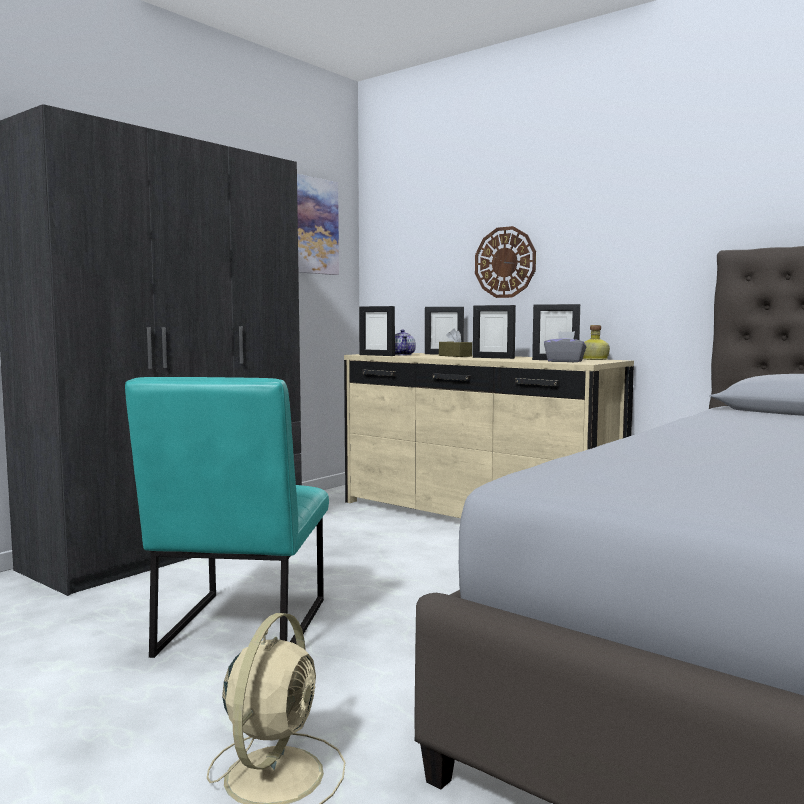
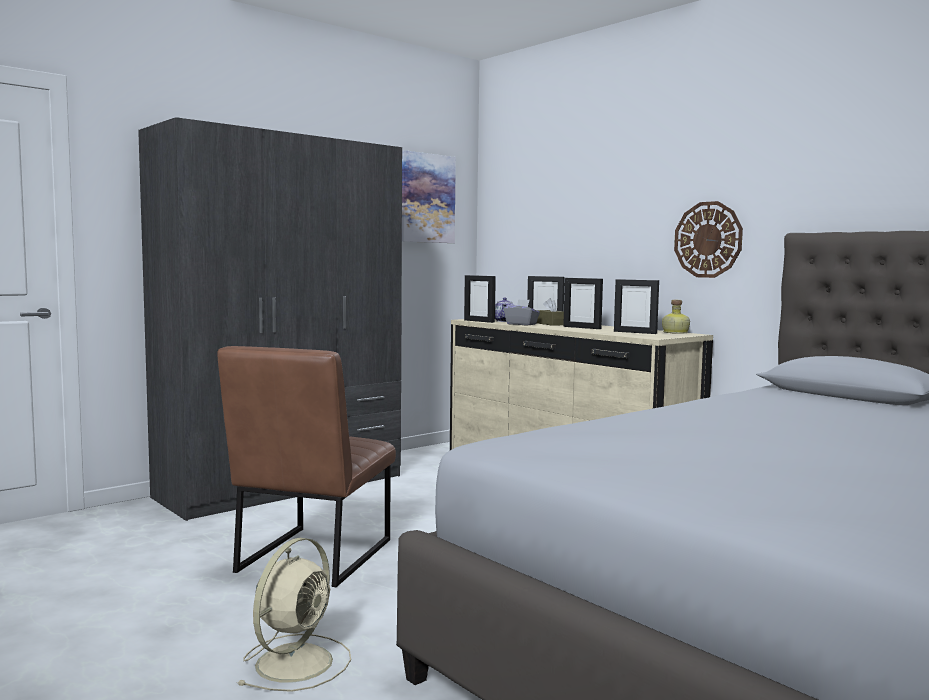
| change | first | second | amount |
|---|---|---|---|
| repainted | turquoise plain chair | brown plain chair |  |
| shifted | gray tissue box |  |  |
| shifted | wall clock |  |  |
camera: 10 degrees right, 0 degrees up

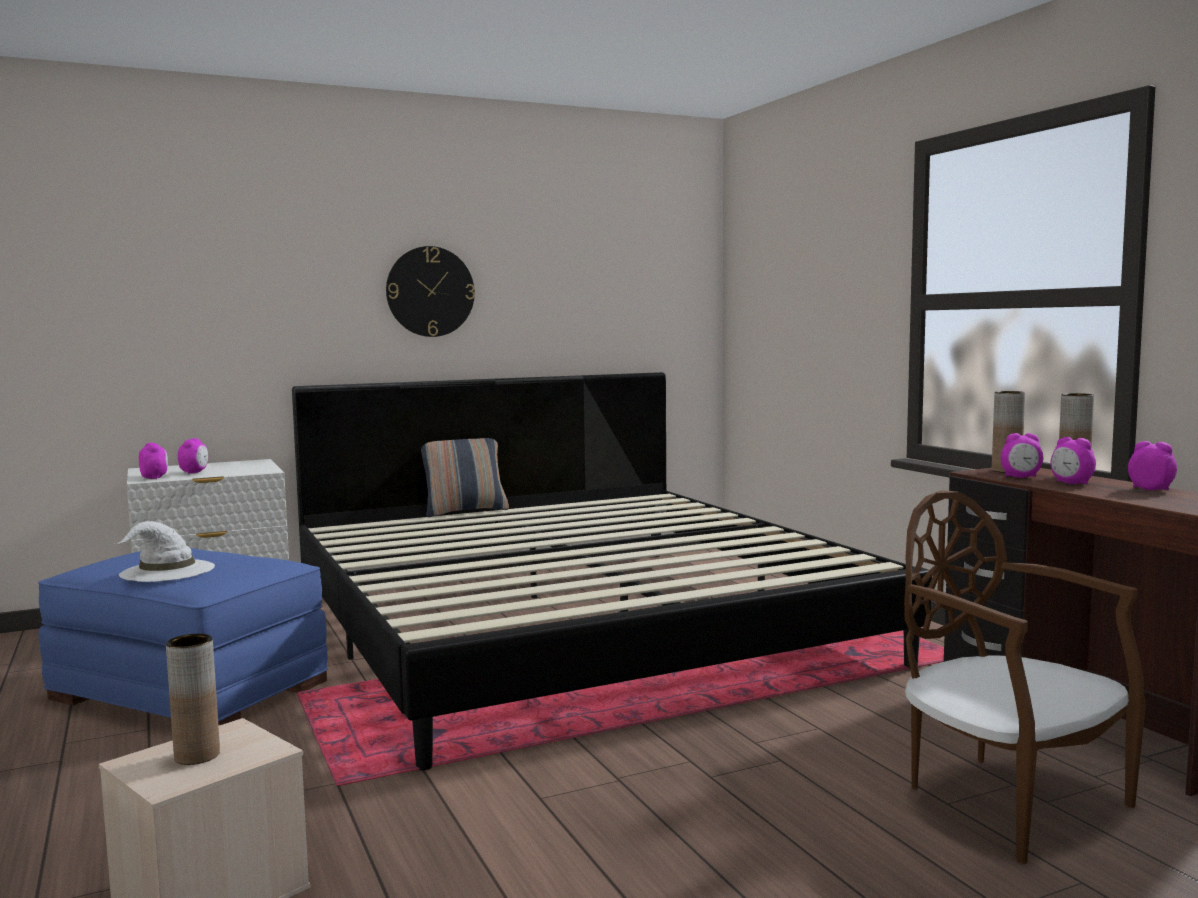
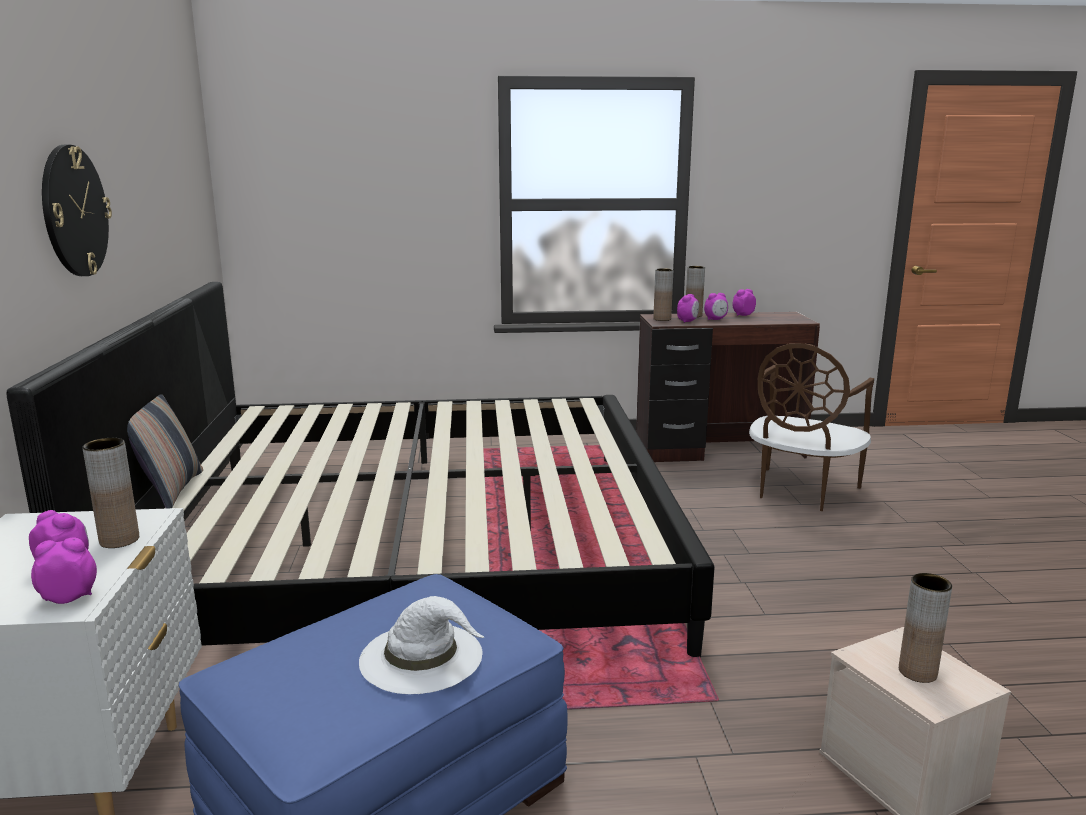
| change | first | second | amount |
|---|---|---|---|
| new |  | brown decorative vase (no. 1 from left) |  |
| rotated | brown plain chair |  | 45 degrees counterclockwise |
camera: 70 degrees left, 10 degrees up

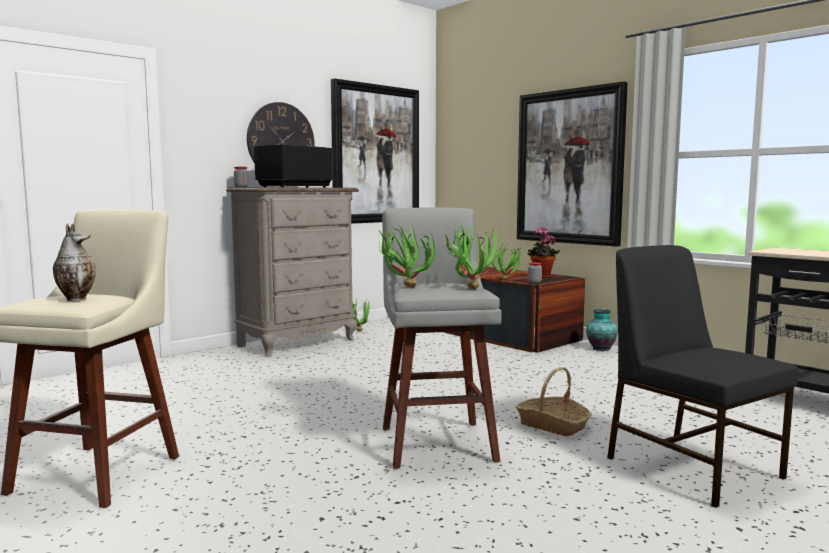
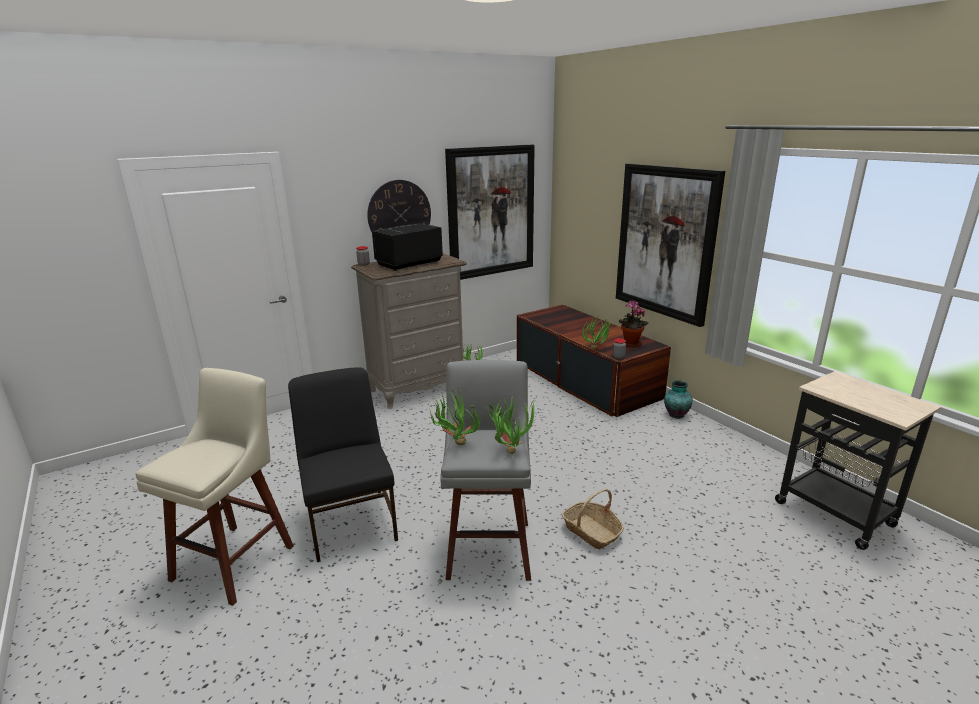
| change | first | second | amount |
|---|---|---|---|
| shifted | black plain chair |  |  |
| gone | decorative vase (no. 1 from left) |  |  |
camera: 10 degrees right, 15 degrees up

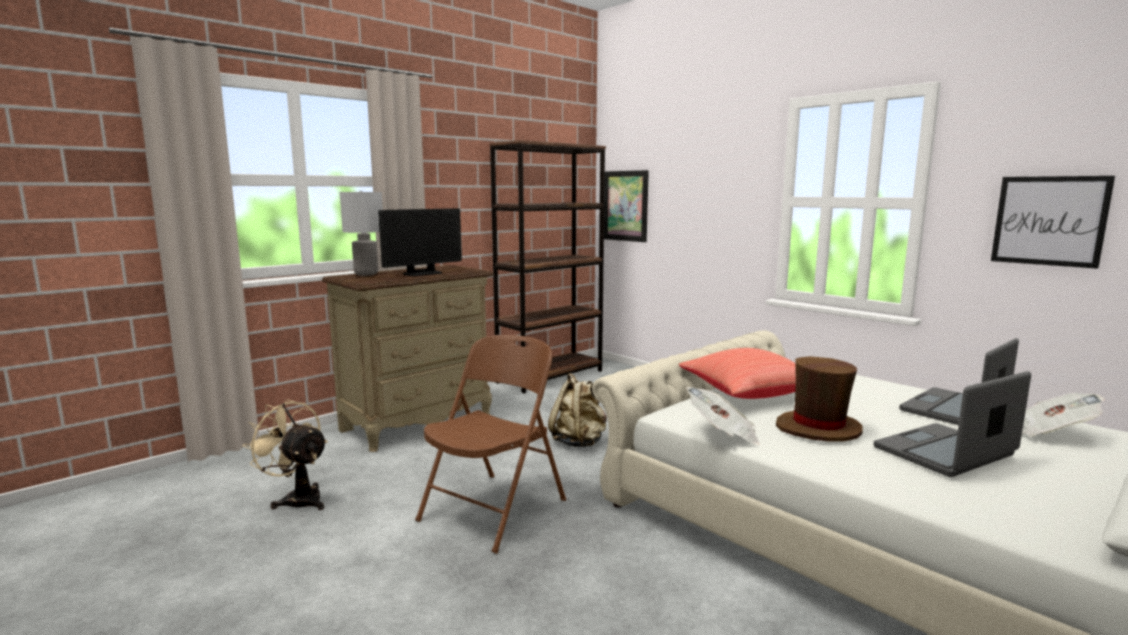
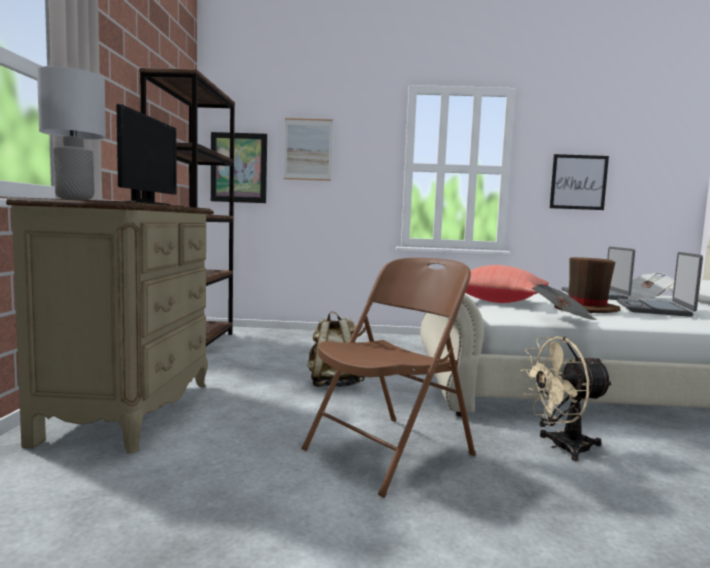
| change | first | second | amount |
|---|---|---|---|
| new |  | wall picture (no. 2 from left) |  |
| rotated | brown plain chair |  | 60 degrees clockwise |
| shifted | beige fan |  |  |
camera: 45 degrees left, 5 degrees down

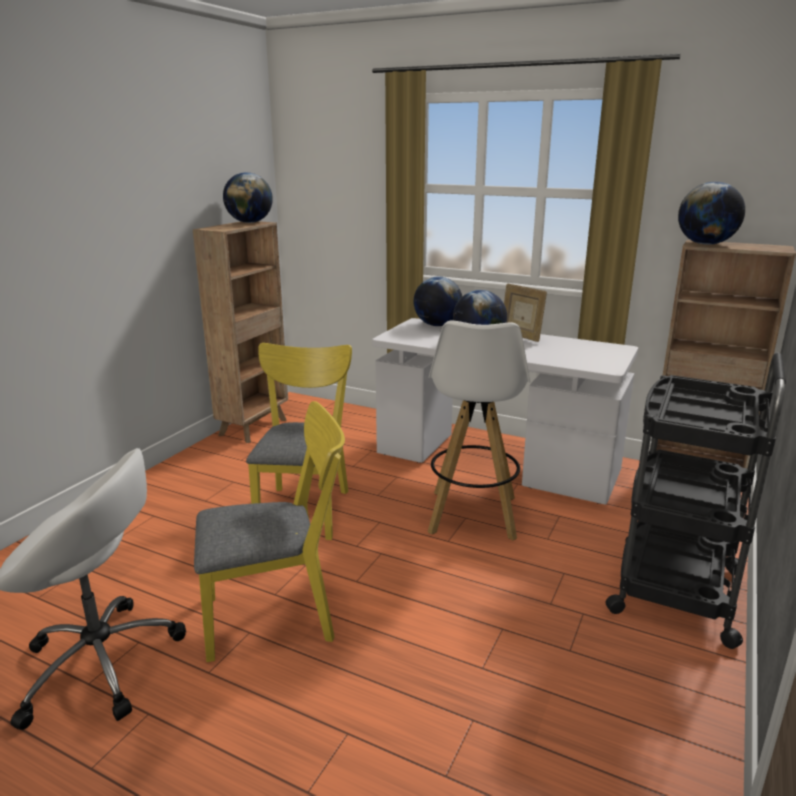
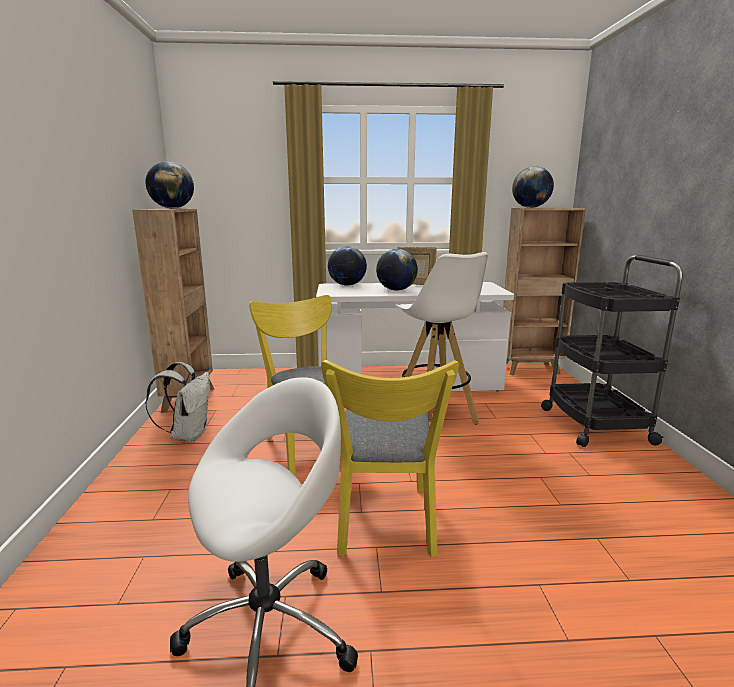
| change | first | second | amount |
|---|---|---|---|
| new |  | whitish backpack |  |
| rotated | yellowish plain chair (no. 1 from left in the first image) | yellowish plain chair (no. 2 from left) | 135 degrees clockwise |
camera: 30 degrees left, 5 degrees down

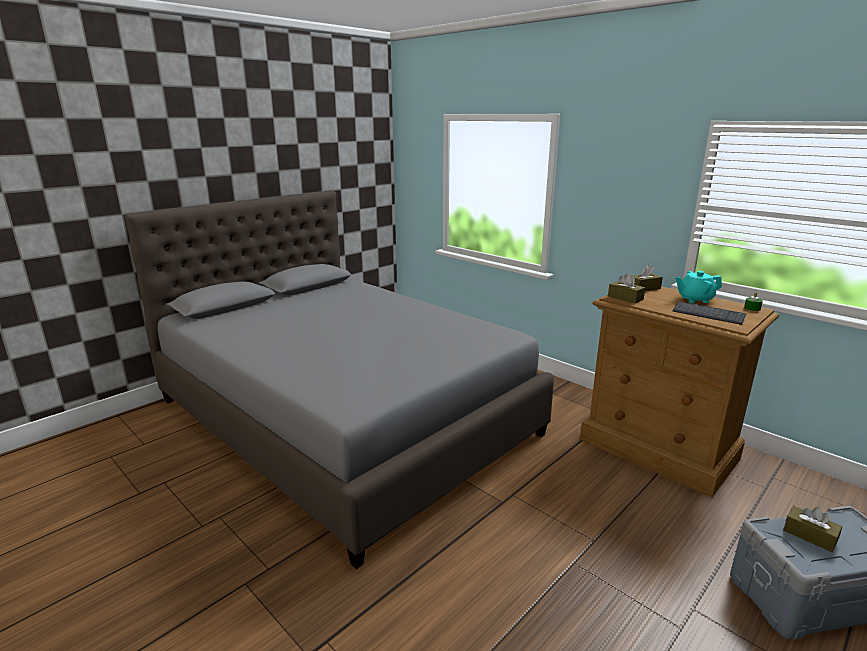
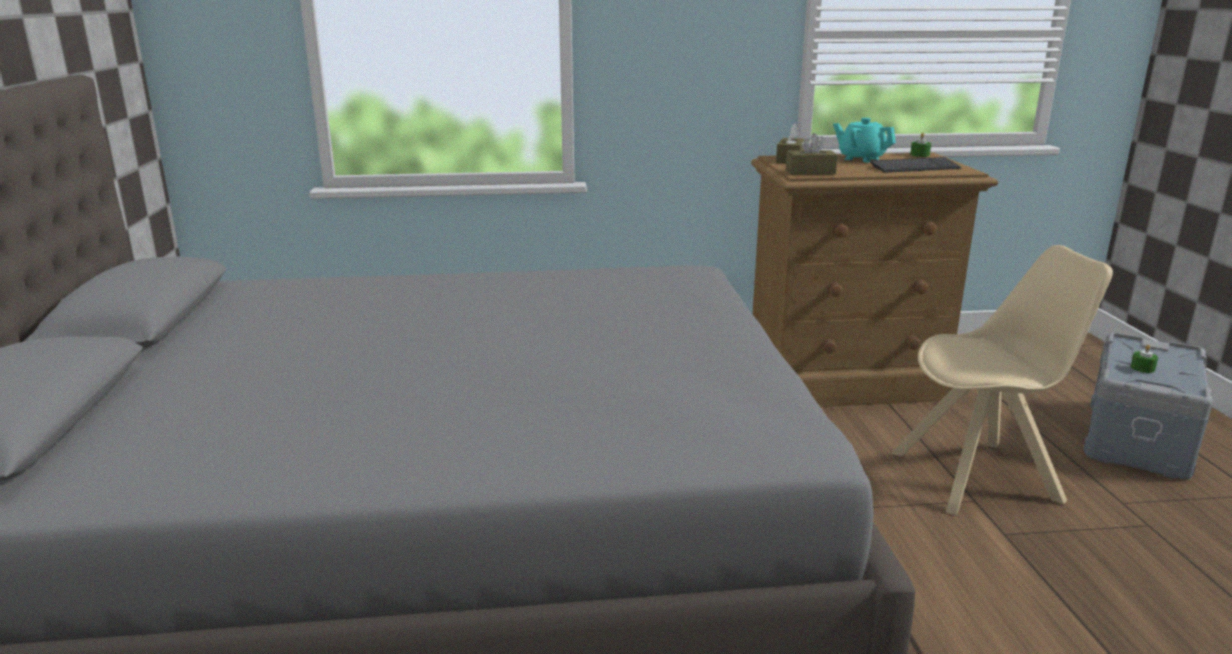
| change | first | second | amount |
|---|---|---|---|
| rotated | turquoise tea pot |  | 90 degrees clockwise |
| new |  | beige plain chair |  |
| swapped | brown tissue box (no. 3 from left) | greenish wax candle (no. 2 from left) |  |
camera: 50 degrees left, 0 degrees up

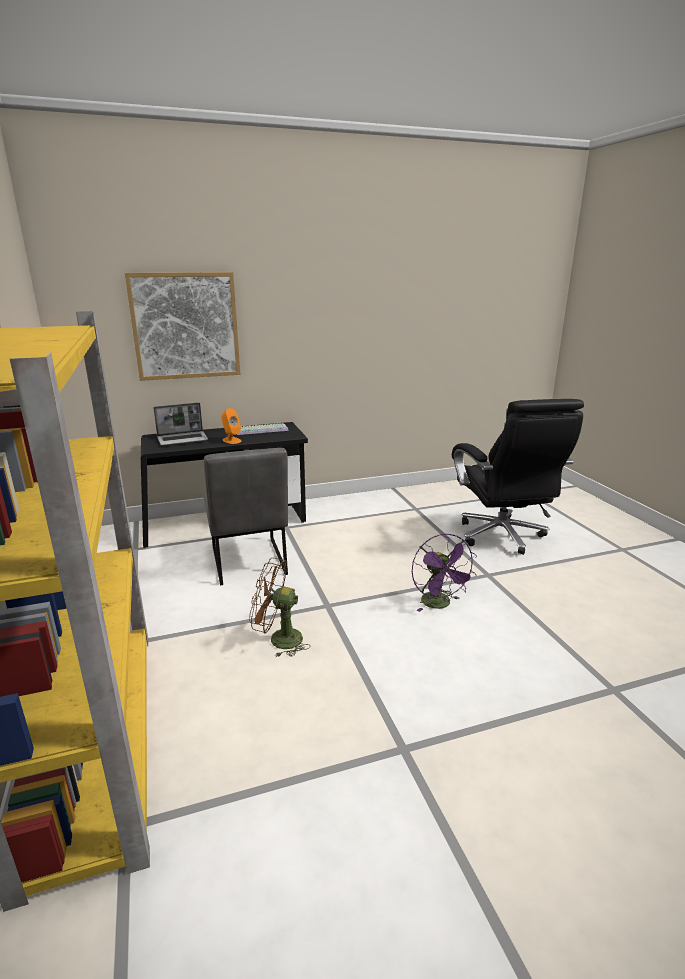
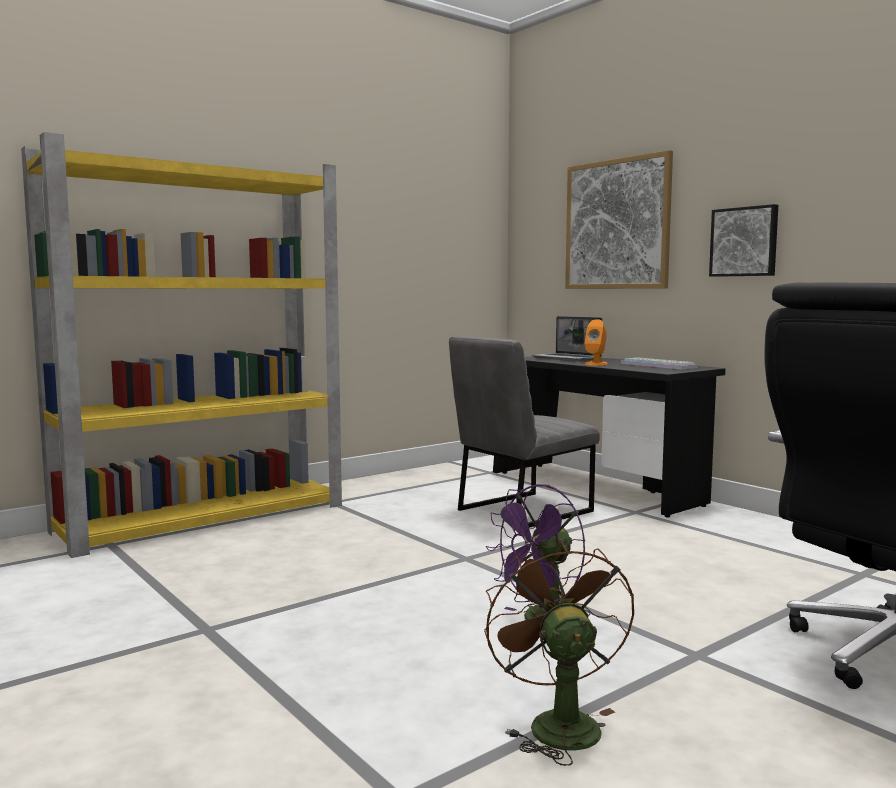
| change | first | second | amount |
|---|---|---|---|
| shifted | brown fan |  |  |
| new |  | wall picture (no. 2 from left) |  |
camera: 70 degrees right, 15 degrees down

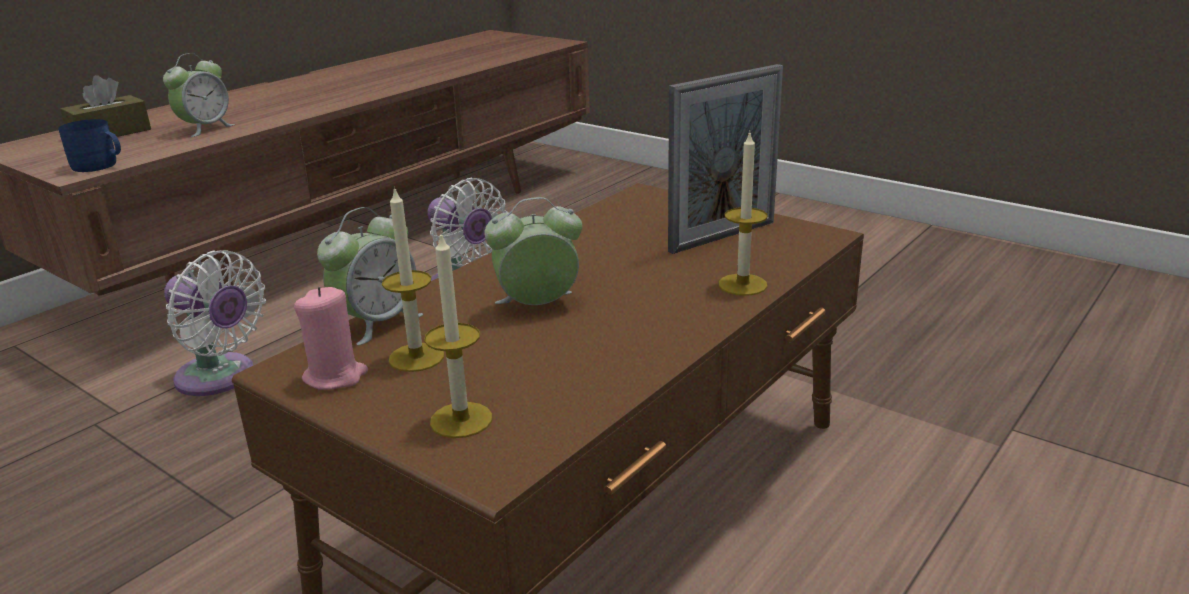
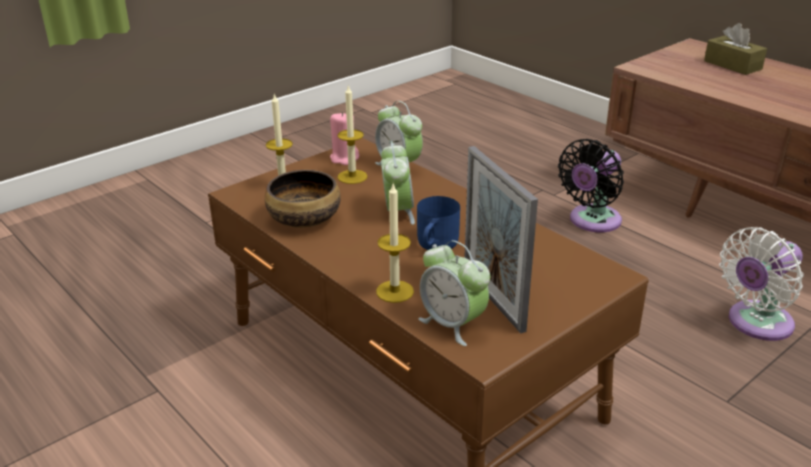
| change | first | second | amount |
|---|---|---|---|
| new |  | deep dish |  |
| shifted | bluish tea mug |  |  |
| shifted | bedside clock (no. 1 from left in the first image) | bedside clock (no. 3 from left) |  |
| repainted | whitish fan (no. 1 from left) | black fan |  |
camera: 100 degrees right, 5 degrees up

